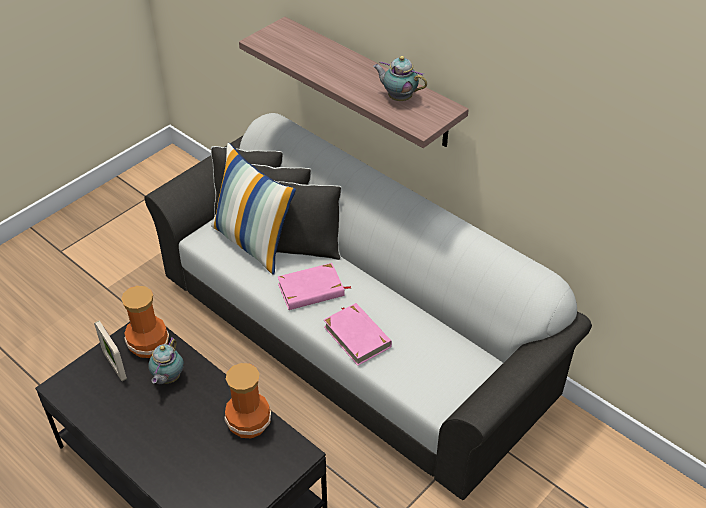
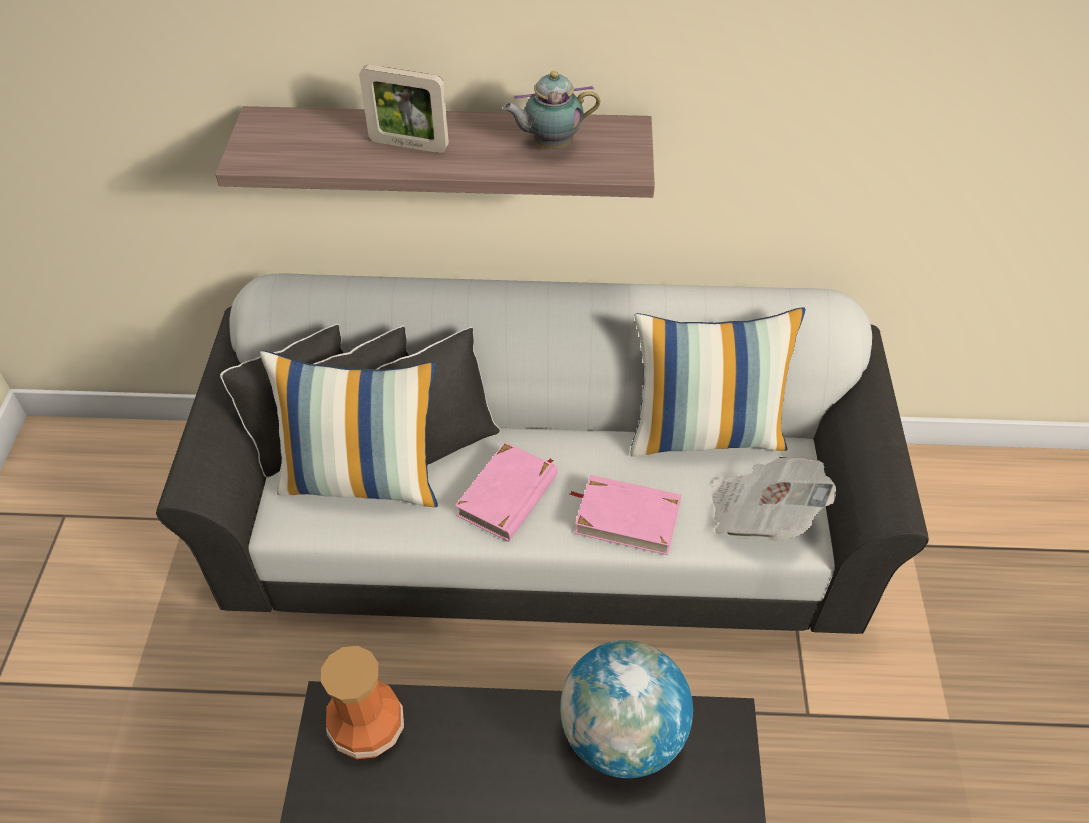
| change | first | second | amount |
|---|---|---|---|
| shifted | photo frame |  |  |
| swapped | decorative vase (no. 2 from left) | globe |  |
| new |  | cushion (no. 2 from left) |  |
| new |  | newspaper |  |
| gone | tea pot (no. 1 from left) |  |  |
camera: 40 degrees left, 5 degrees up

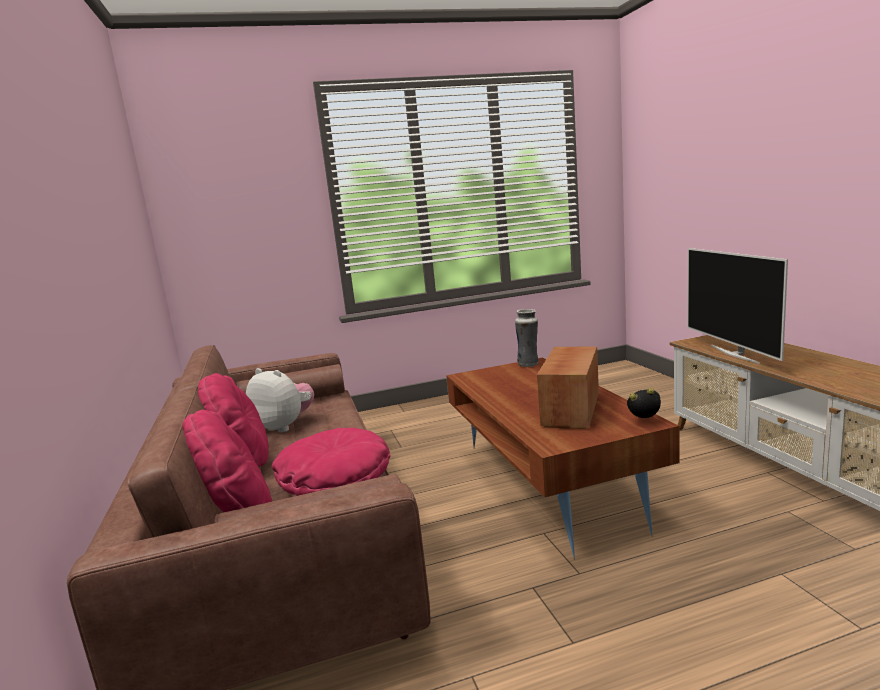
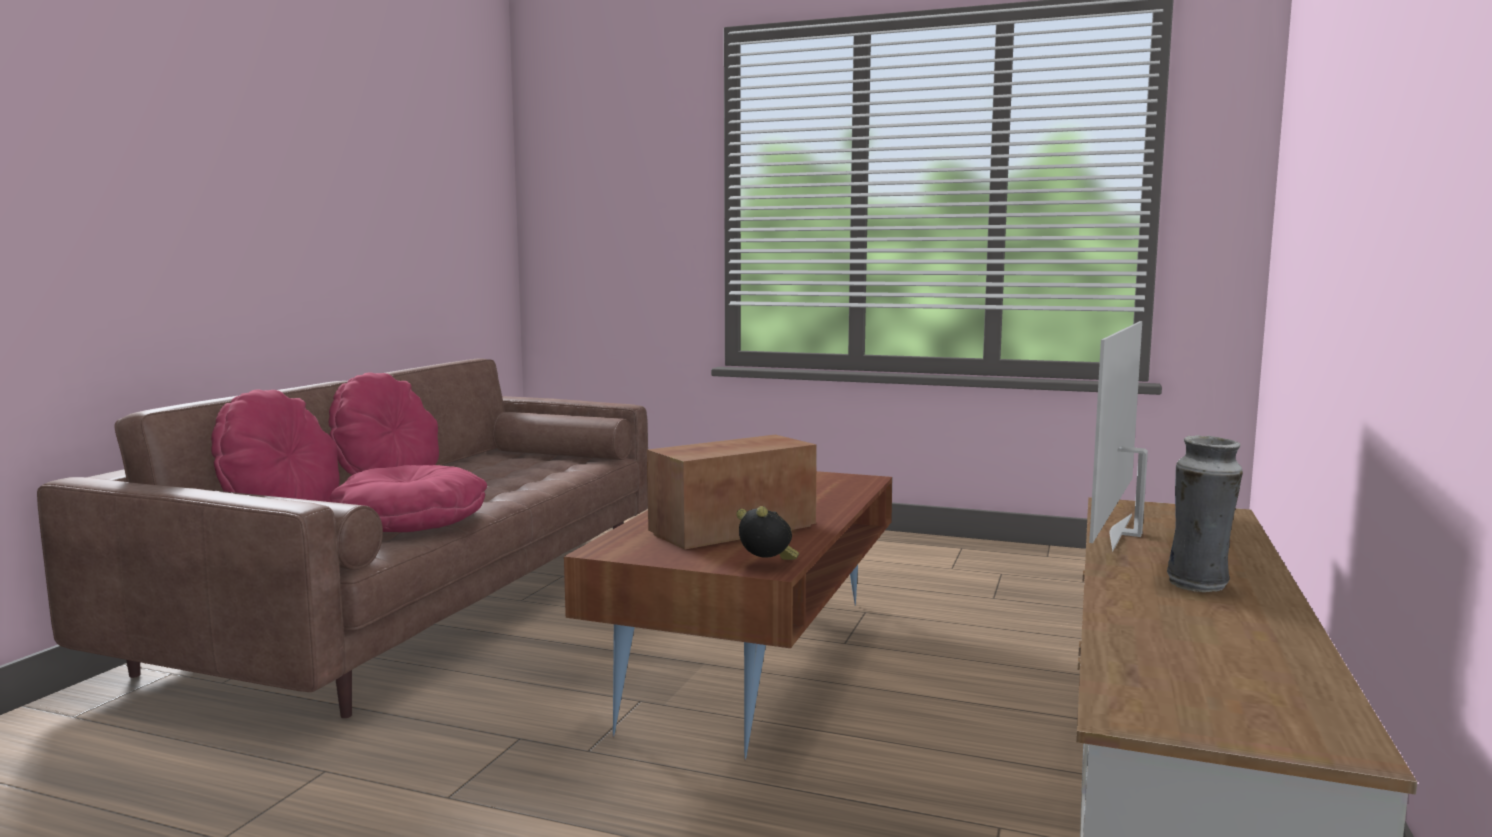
| change | first | second | amount |
|---|---|---|---|
| shifted | decorative vase |  |  |
| gone | plush toy |  |  |
camera: 35 degrees right, 5 degrees down

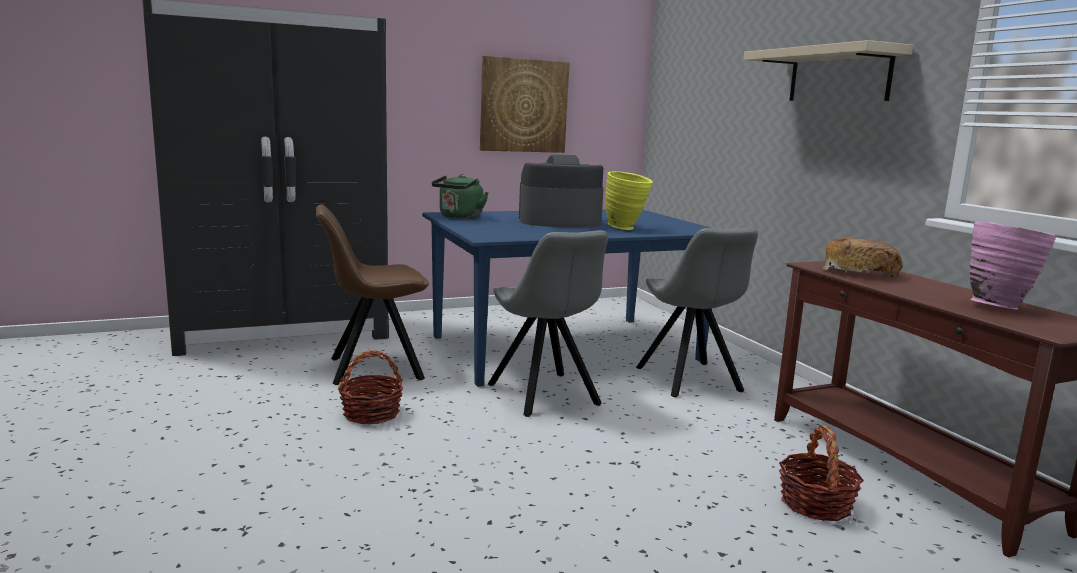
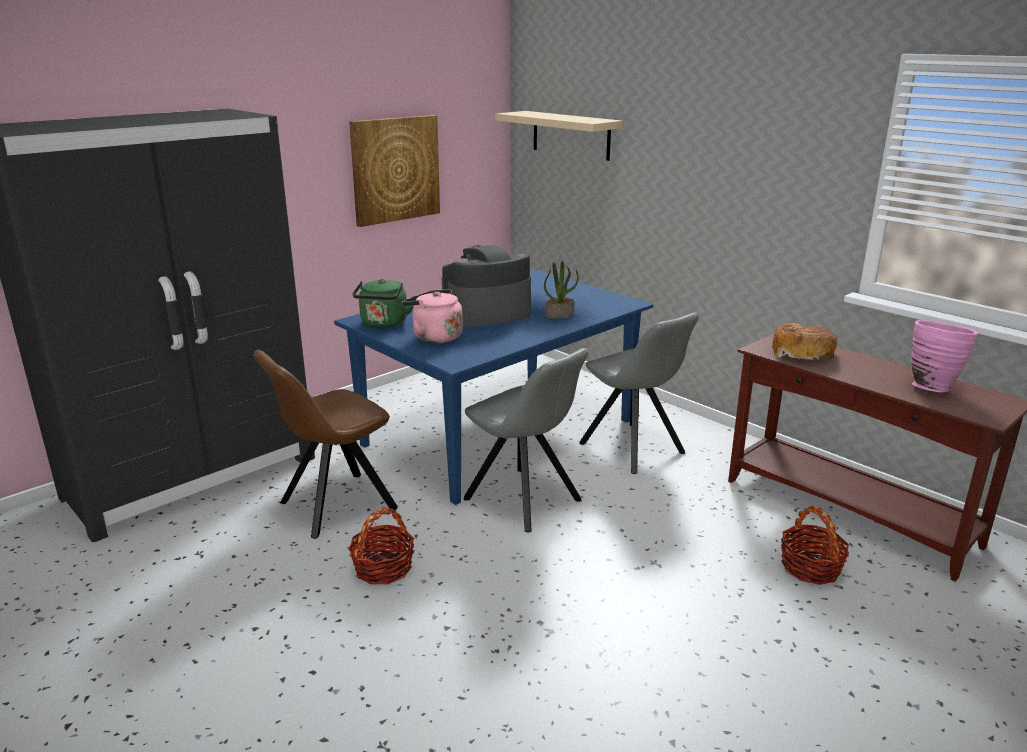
| change | first | second | amount |
|---|---|---|---|
| new |  | pink-coloured water kettle |  |
| shifted | beige bracket shelf |  |  |
| swapped | yellowish decorative vase | potted plant |  |
camera: 20 degrees left, 10 degrees up

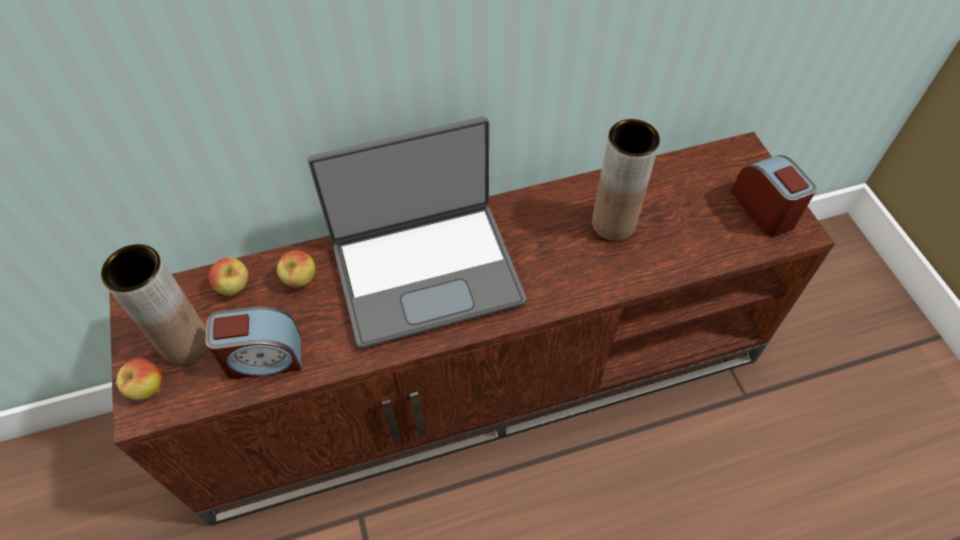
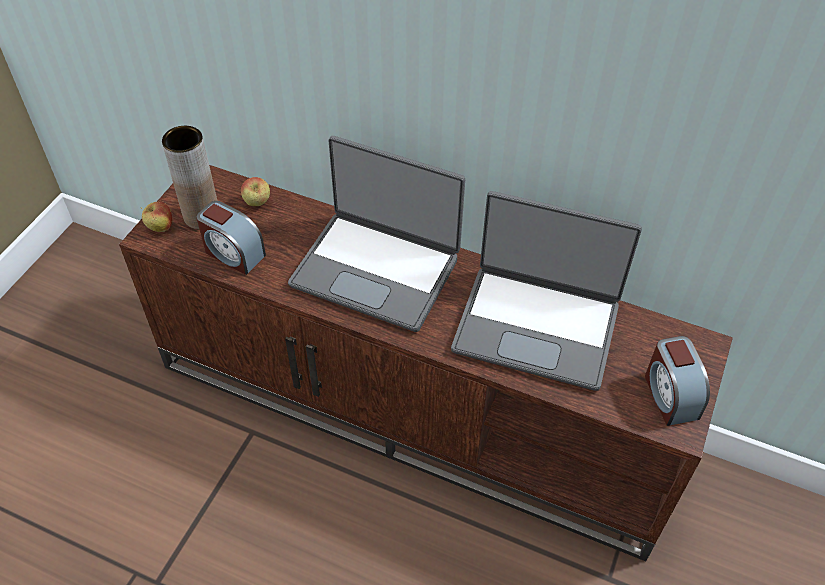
| change | first | second | amount |
|---|---|---|---|
| swapped | brown decorative vase (no. 2 from left) | portable computer (no. 2 from left) |  |
| rotated | bedside clock (no. 2 from left) |  | 150 degrees clockwise |
| gone | apple (no. 3 from left) |  |  |
camera: 40 degrees right, 5 degrees down

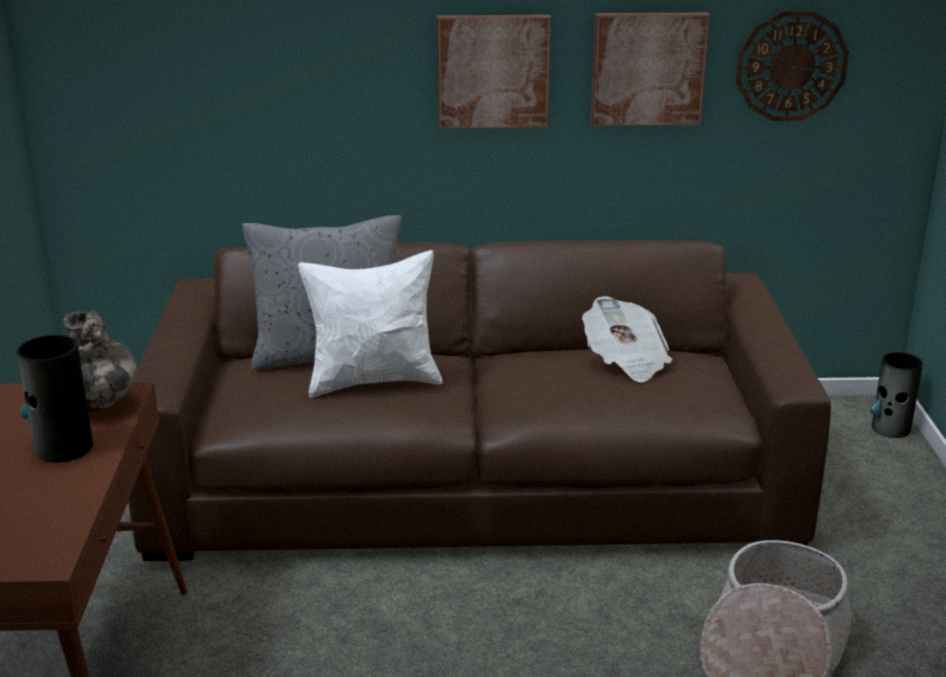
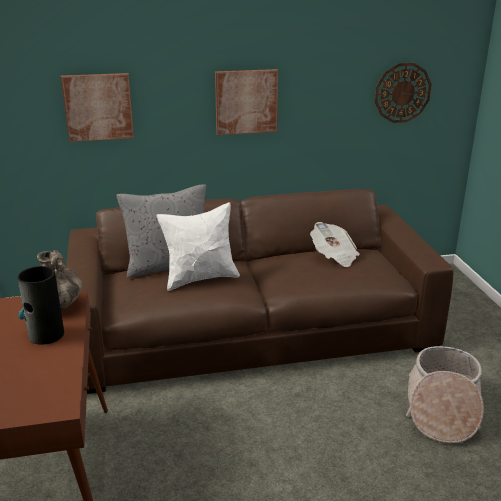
| change | first | second | amount |
|---|---|---|---|
| shifted | wall picture (no. 2 from left in the first image) | wall picture (no. 1 from left) |  |
| gone | decorative vase (no. 3 from left) |  |  |
camera: 10 degrees left, 0 degrees up

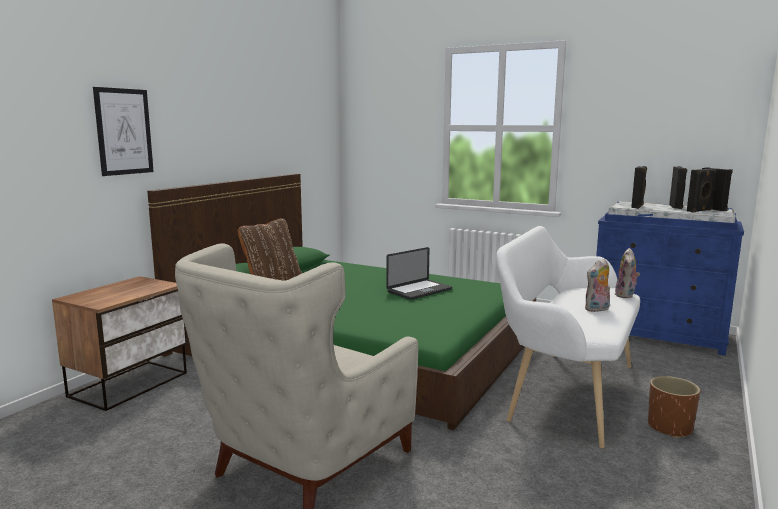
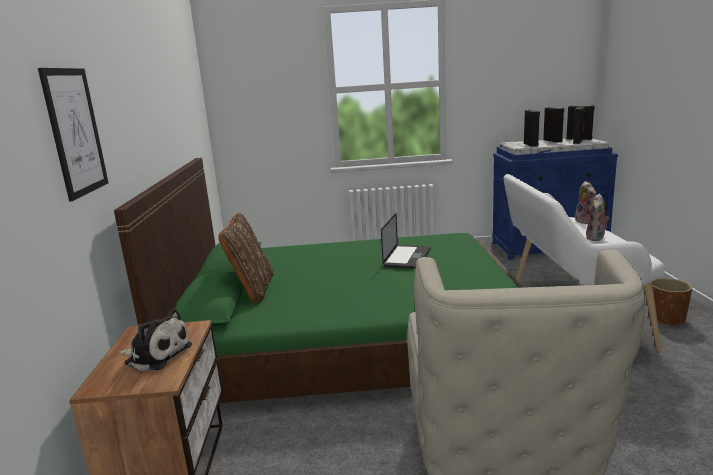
| change | first | second | amount |
|---|---|---|---|
| new |  | plush toy (no. 1 from left) |  |
camera: 30 degrees left, 5 degrees up

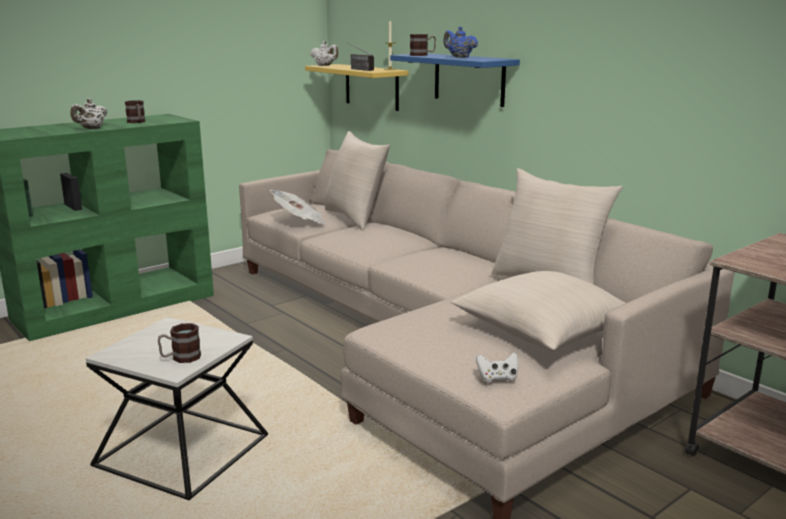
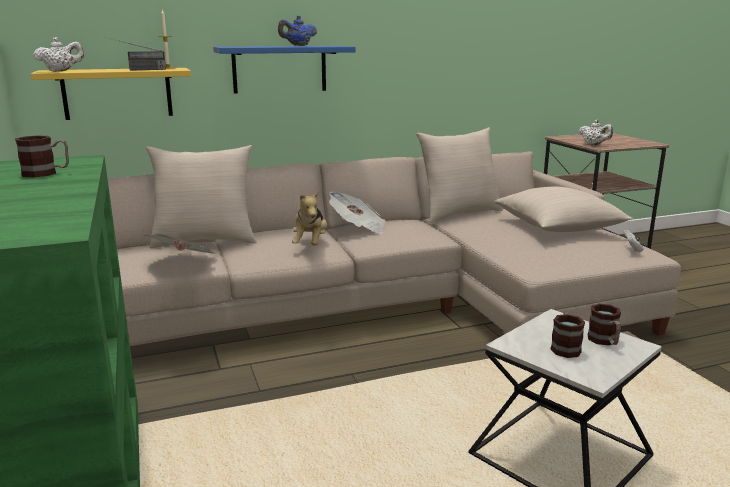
| change | first | second | amount |
|---|---|---|---|
| new |  | plush toy |  |
| new |  | newspaper (no. 2 from left) |  |
| shifted | tea mug (no. 3 from left in the first image) | tea mug (no. 2 from left) |  |
| shifted | whitish tea pot (no. 1 from left in the first image) | whitish tea pot (no. 2 from left) |  |
camera: 70 degrees left, 0 degrees up

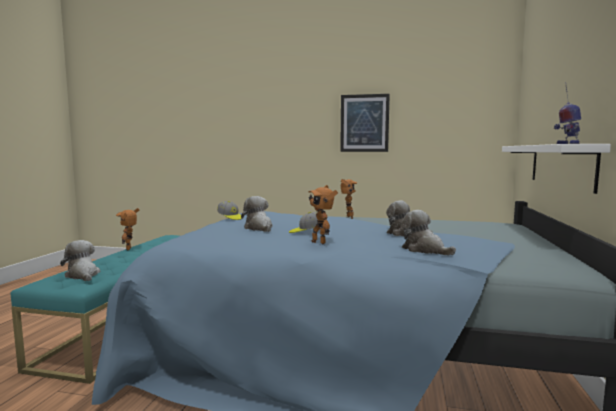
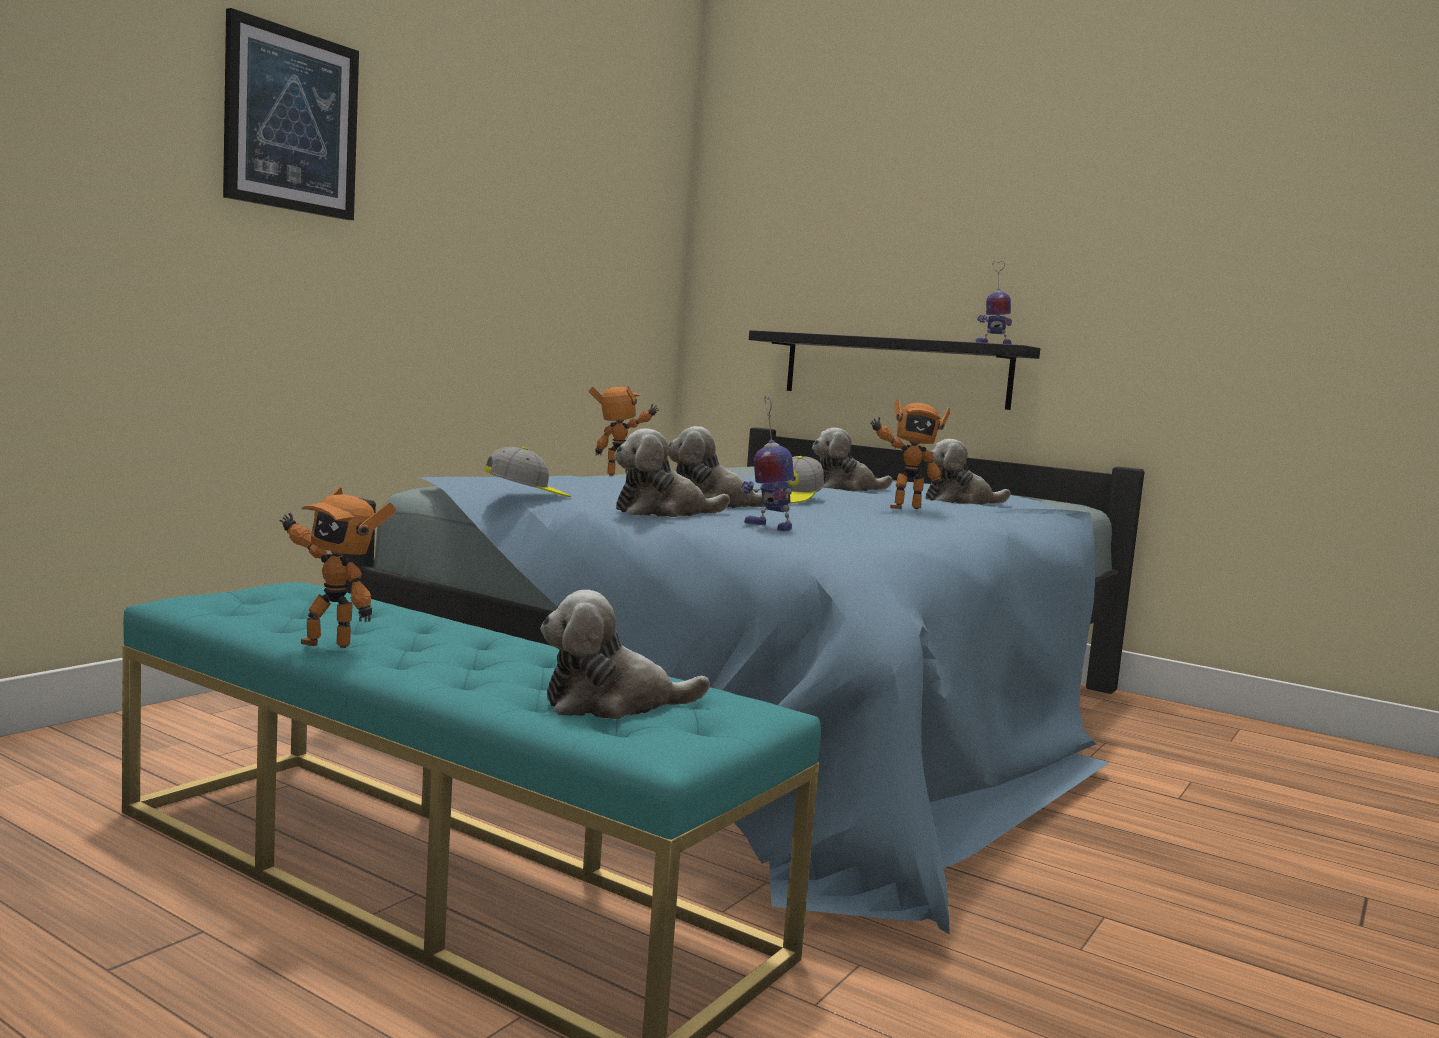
| change | first | second | amount |
|---|---|---|---|
| shifted | wall picture |  |  |
| new |  | plush toy (no. 2 from left) |  |
| new |  | model robot (no. 3 from left) |  |
| repainted | whitish bracket shelf | black bracket shelf |  |
camera: 70 degrees left, 0 degrees up

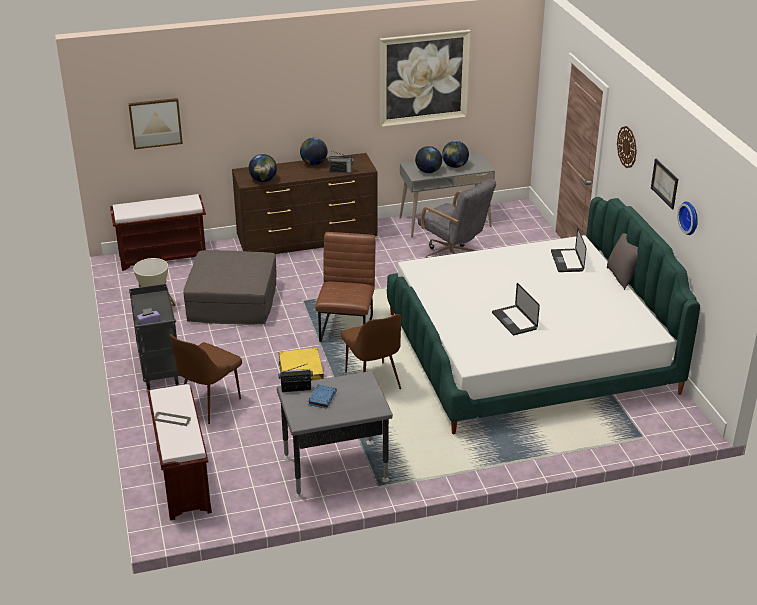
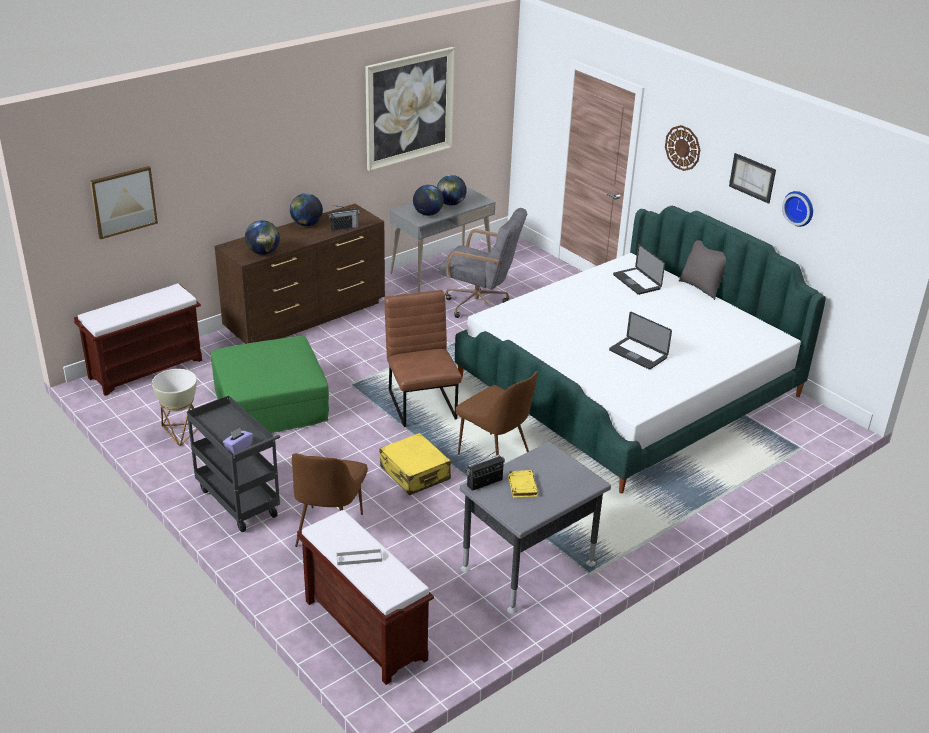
| change | first | second | amount |
|---|---|---|---|
| repainted | gray ottoman | greenish ottoman |  |
| repainted | bluish book | yellowish book |  |
camera: 25 degrees left, 0 degrees up

